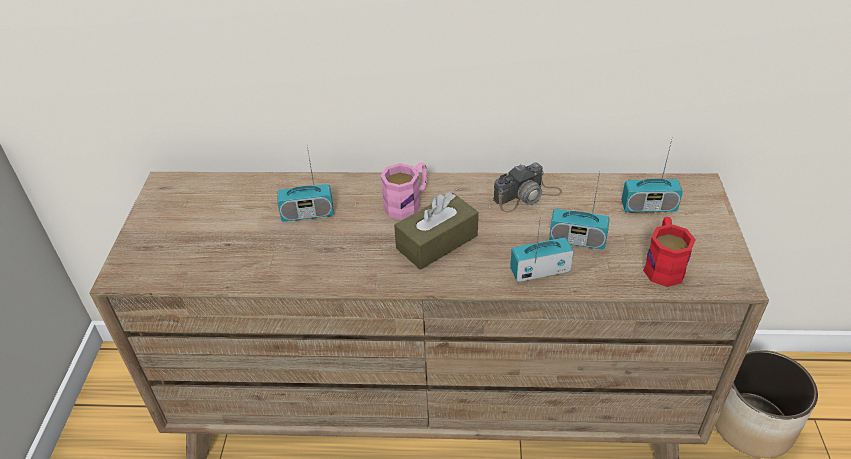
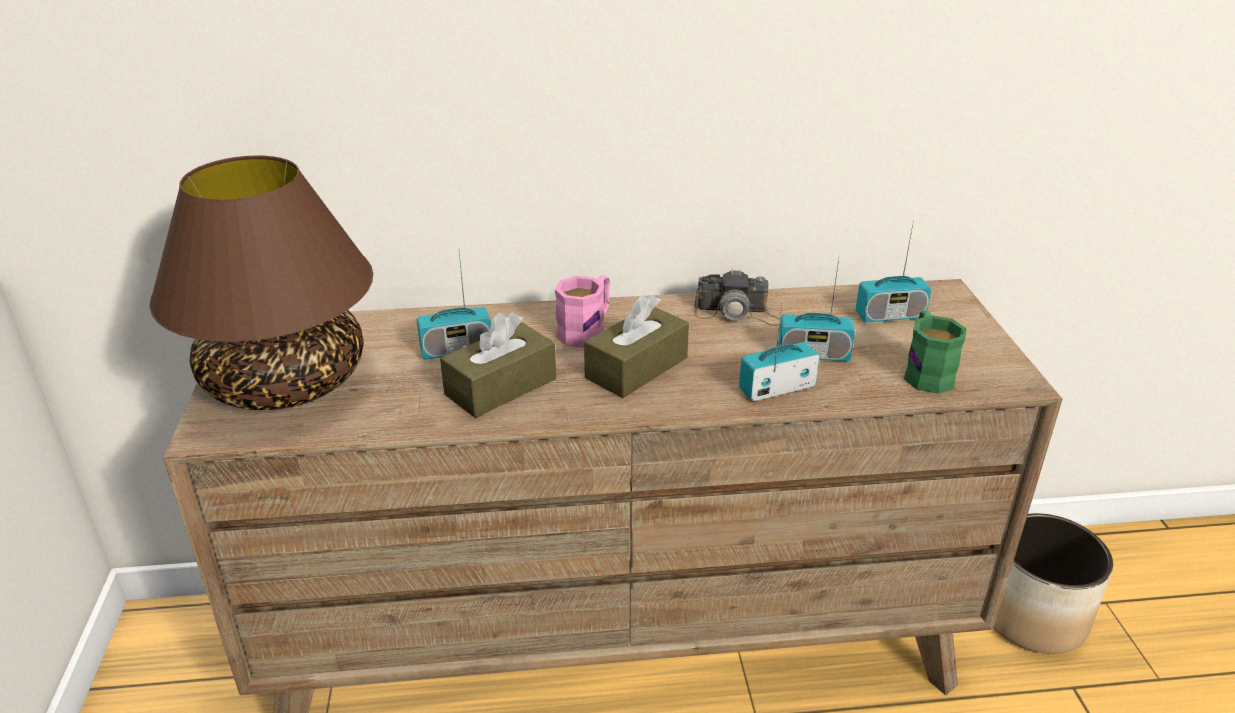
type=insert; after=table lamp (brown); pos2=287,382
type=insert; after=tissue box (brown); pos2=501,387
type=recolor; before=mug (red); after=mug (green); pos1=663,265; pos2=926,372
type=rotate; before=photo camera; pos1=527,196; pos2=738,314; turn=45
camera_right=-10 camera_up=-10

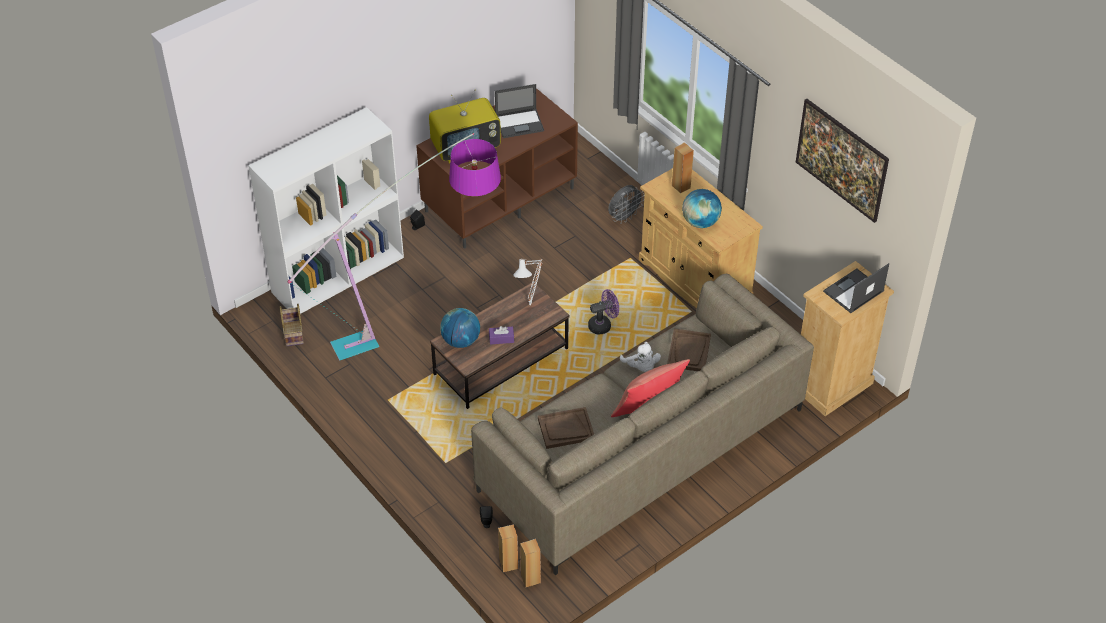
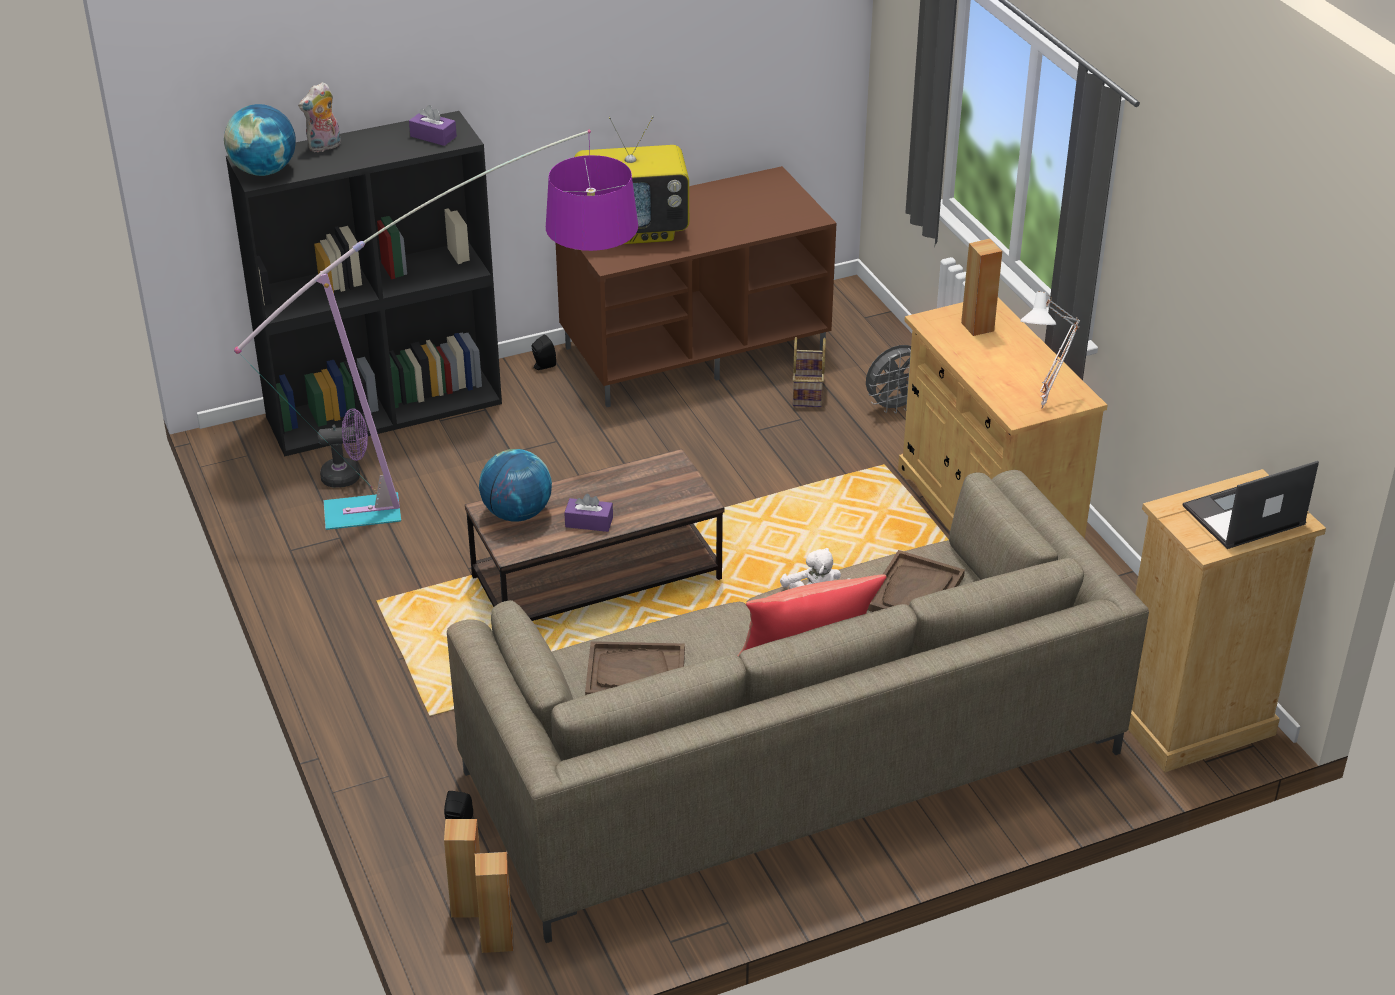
type=delete; before=laptop; pos1=520,123
type=delete; before=picture; pos1=839,175
type=insert; after=plush toy; pos2=324,147
type=insert; after=tissue box (purple); pos2=433,136
type=move; before=basket; pos1=294,334; pos2=808,392
type=move; before=table lamp (white); pos1=531,306; pos2=1045,408
type=move; before=fan (purple); pos1=603,325; pos2=348,476
type=move; before=globe; pos1=700,222; pos2=264,171
type=recolor; before=bookcase (white); after=bookcase (black); pos1=338,273; pos2=385,409
camera_right=15 camera_up=-10

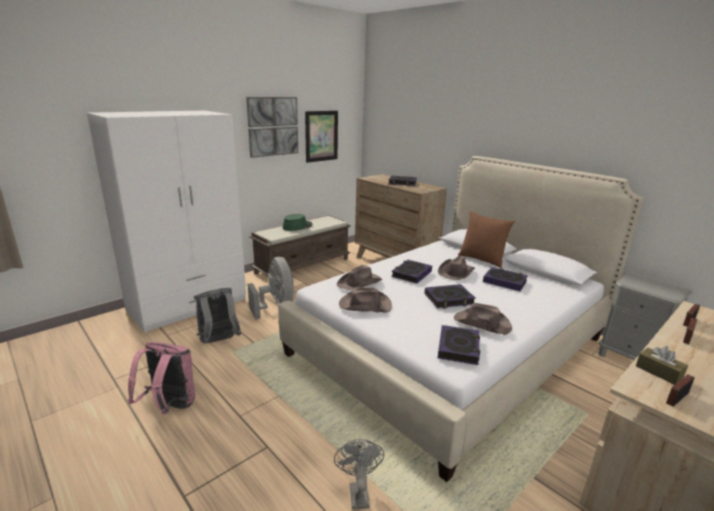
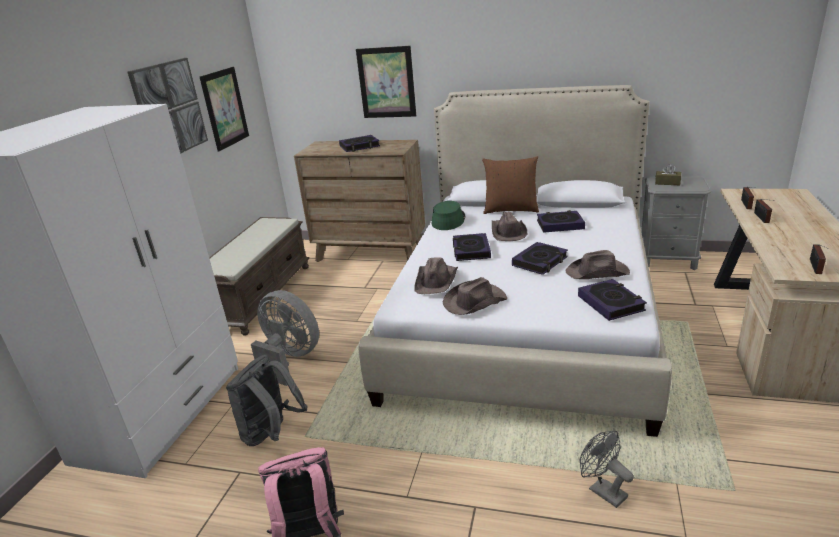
type=insert; after=picture; pos2=386,82
type=move; before=hat (green); pos1=297,226; pos2=448,220
type=move; before=tissue box (brown); pos1=658,372; pos2=667,183
camera_right=-30 camera_up=5

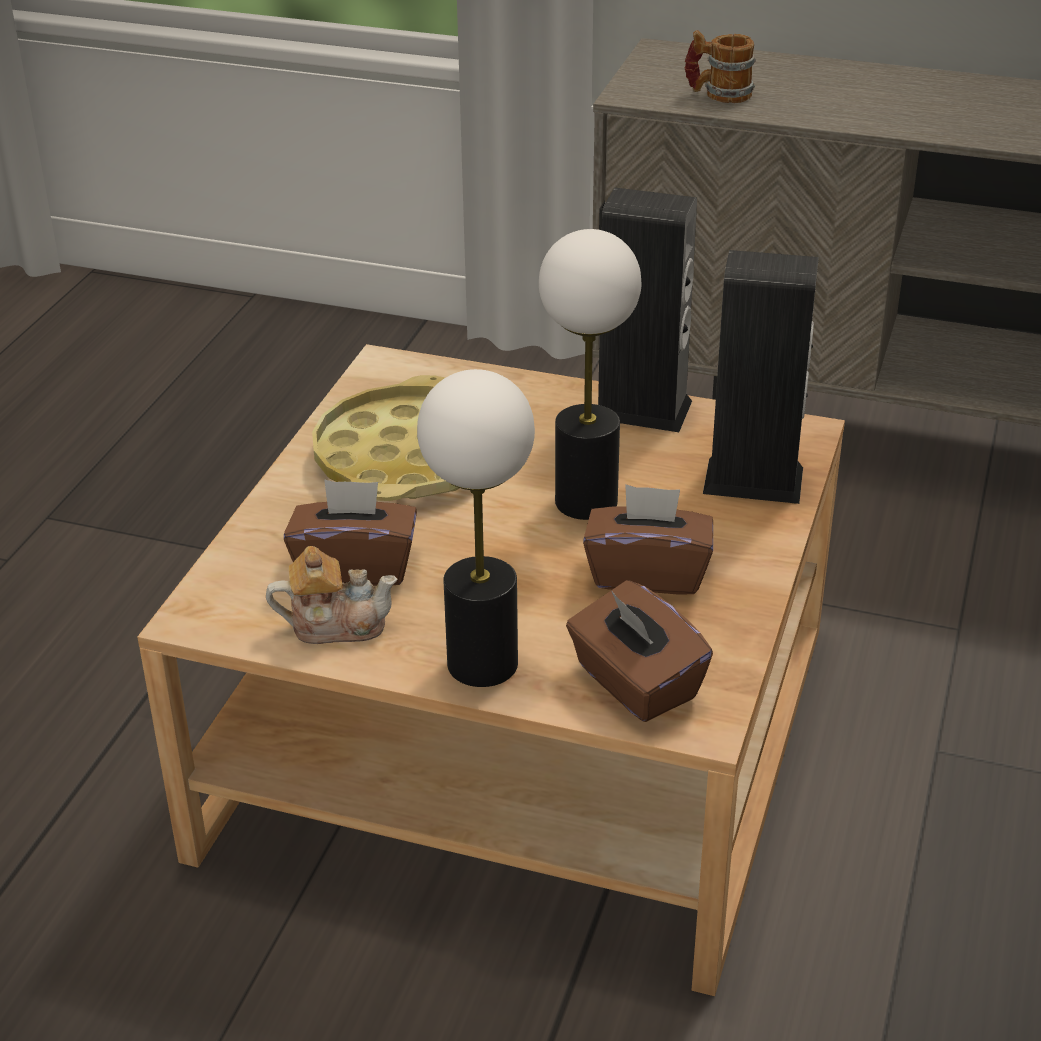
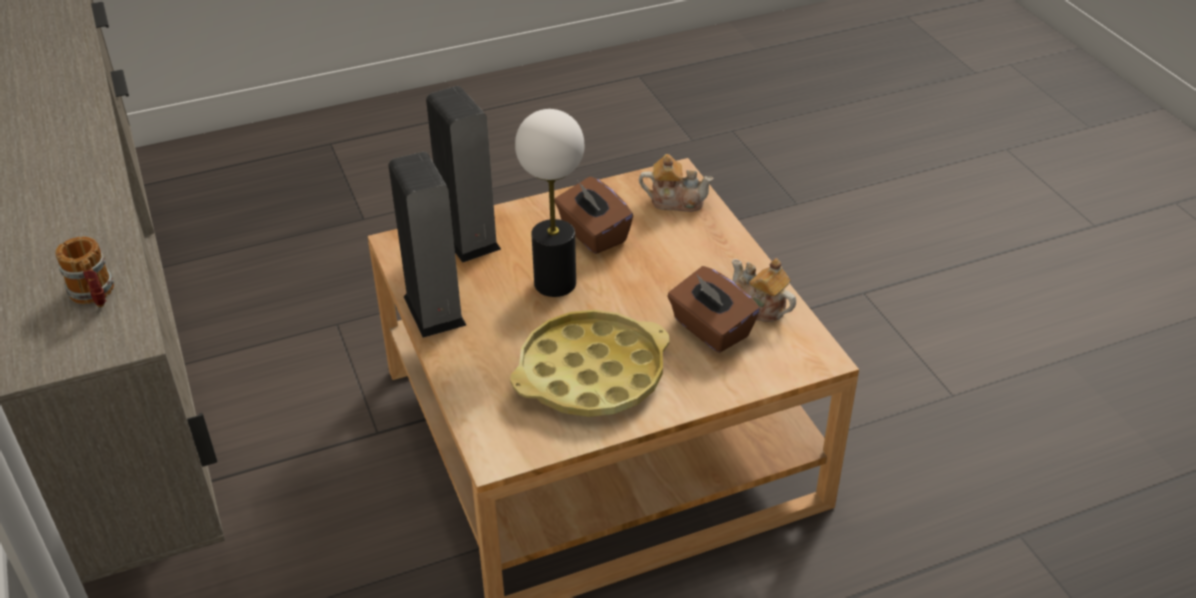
type=delete; before=table lamp; pos1=482,664
type=replace; before=tissue box (brown); after=teapot; pos1=635,683; pos2=675,201
camera_right=-130 camera_up=5

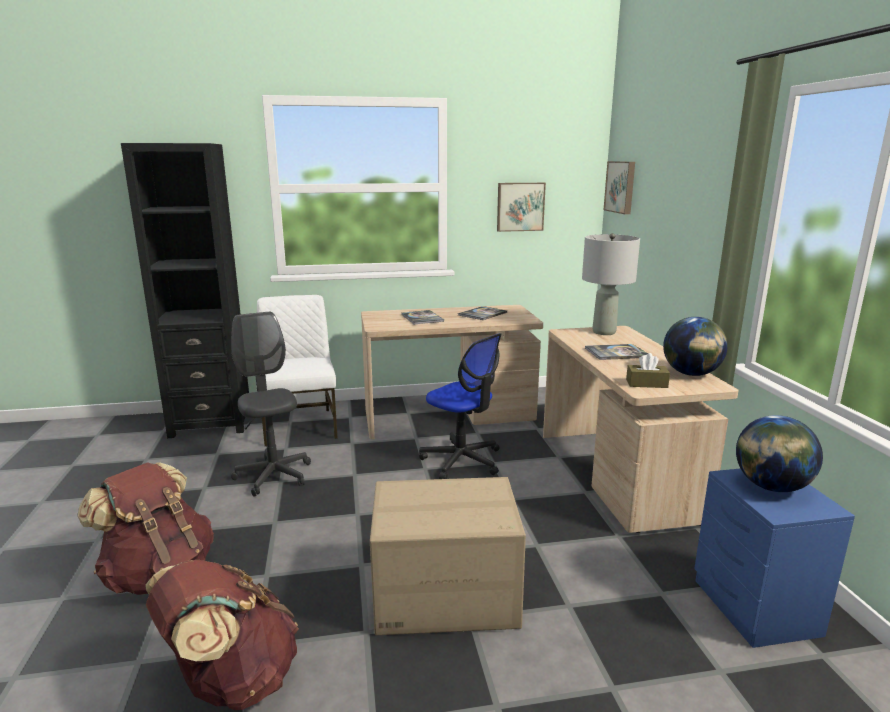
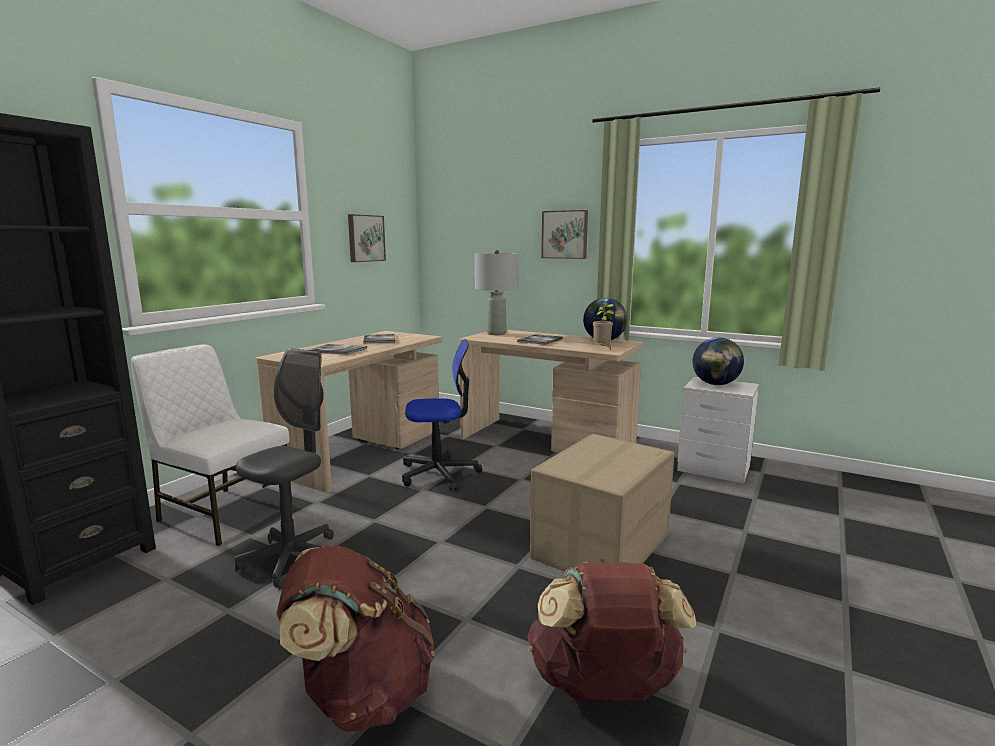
type=move; before=picture; pos1=621,187; pos2=565,234
type=replace; before=tissue box (brown); after=potted plant; pos1=646,384; pos2=602,348
type=recolor; before=nightstand (blue); after=nightstand (white); pos1=755,609; pos2=715,469
type=rotate; before=office chair (grey); pos1=273,476; pos2=292,560; turn=105
camera_right=-50 camera_up=-5

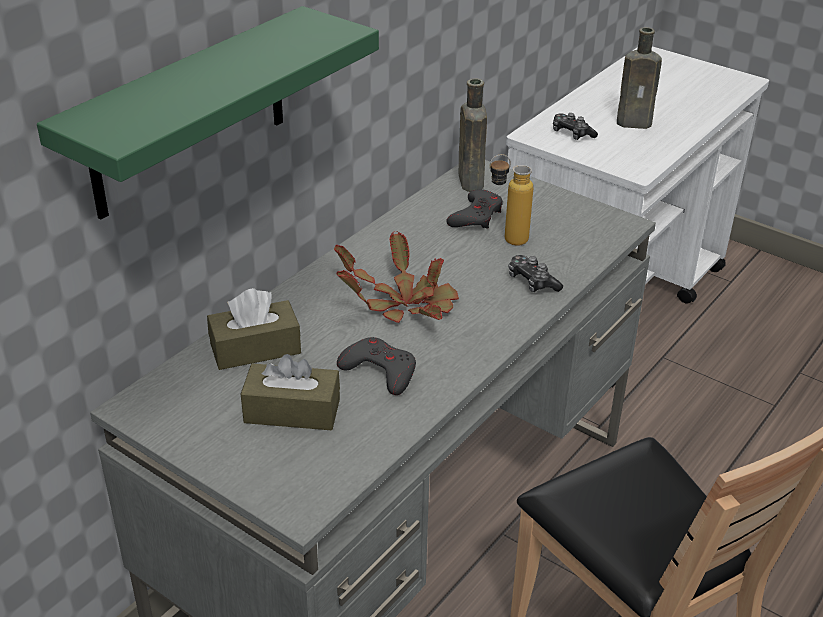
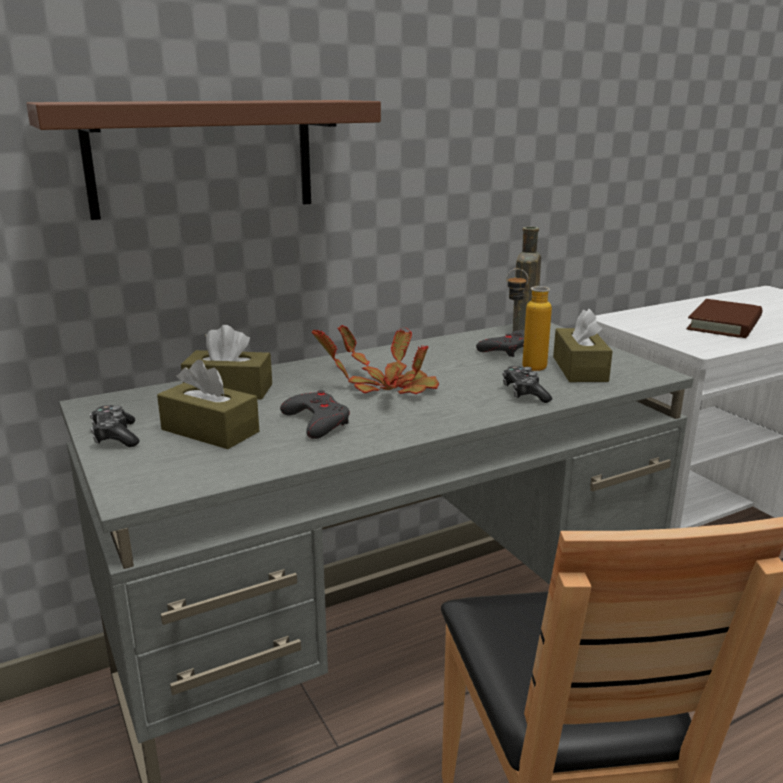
type=insert; after=tissue box (brown); pos2=579,369
type=move; before=game controller; pos1=572,134; pos2=115,436
type=replace; before=bottle (brown); after=book (brown); pos1=636,123; pos2=724,324
type=recolor; before=shelf (green); after=shelf (brown); pos1=189,113; pos2=202,157
camera_right=25 camera_up=-15

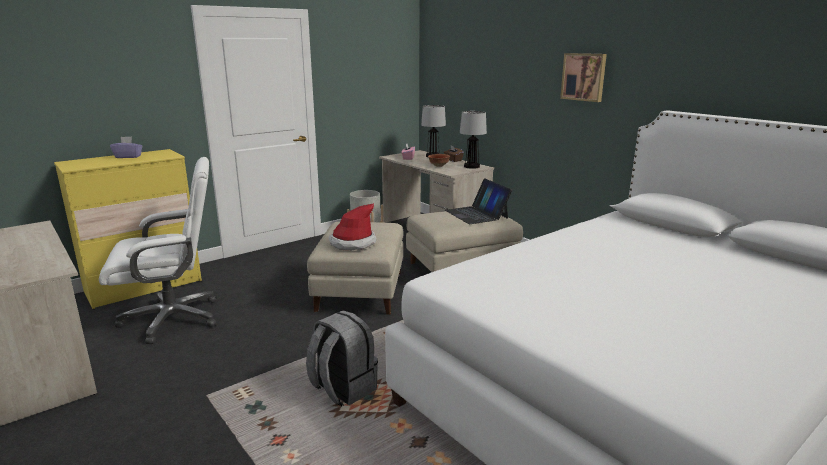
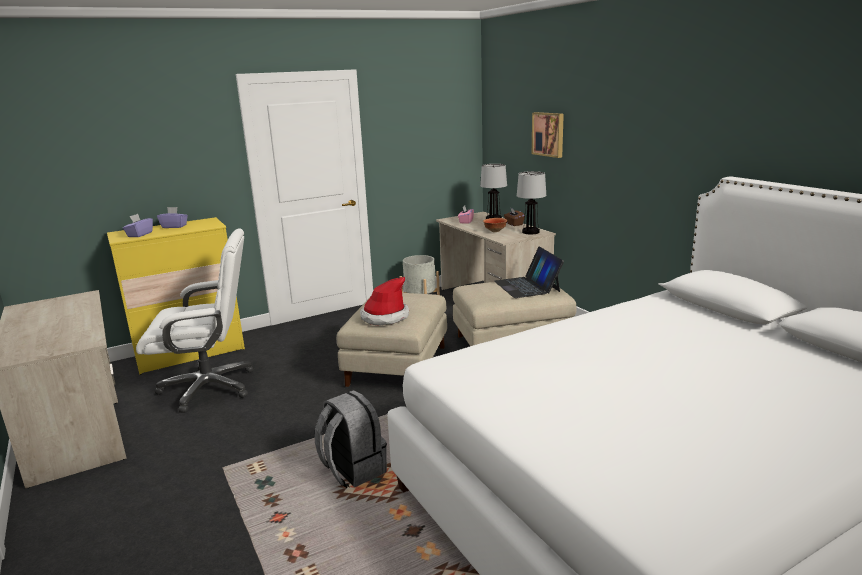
type=insert; after=tissue box (purple); pos2=139,234
type=move; before=picture; pos1=584,77; pos2=549,134
camera_right=10 camera_up=0

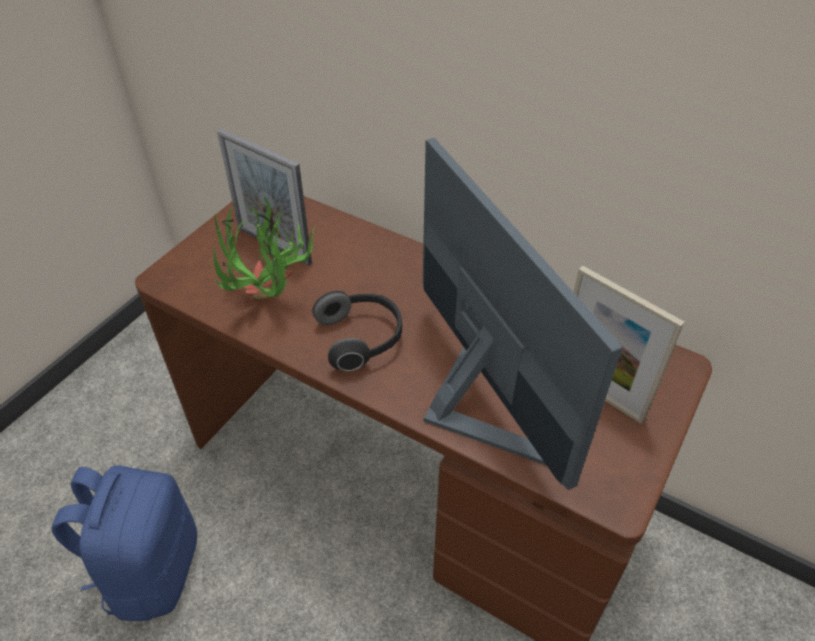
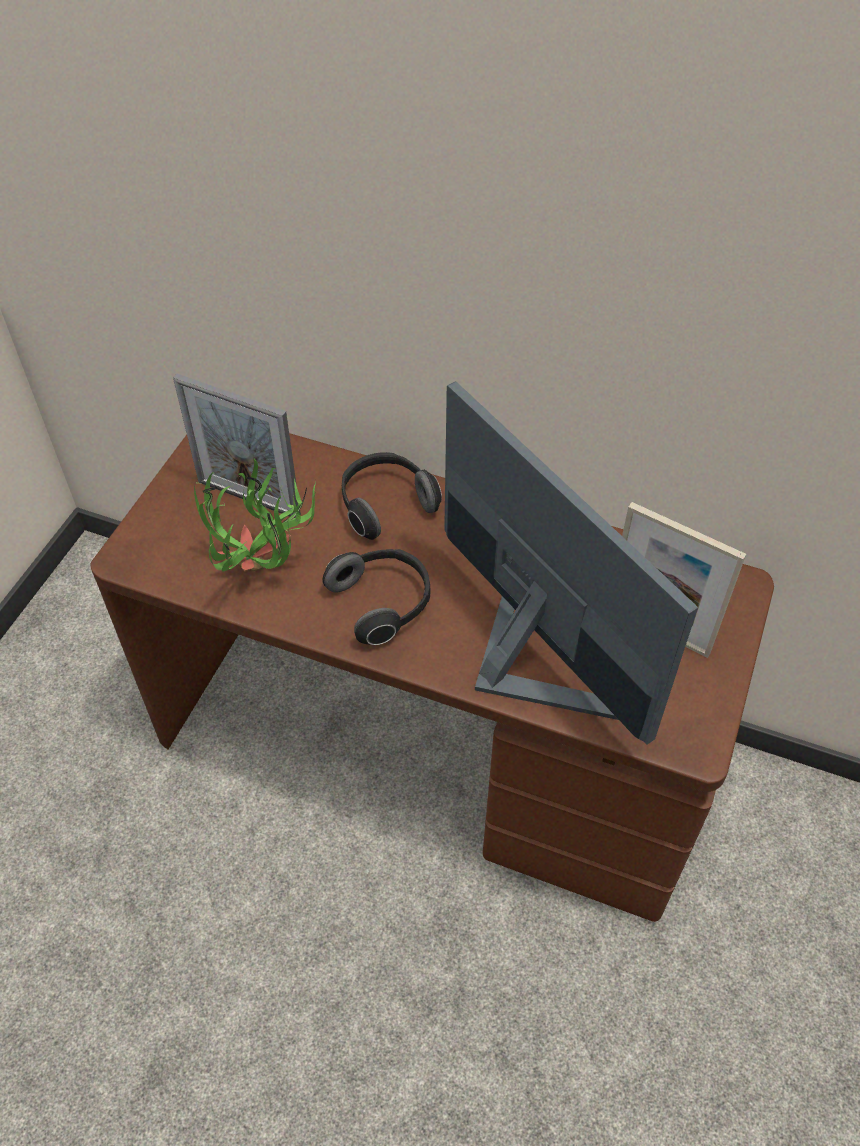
type=delete; before=backpack (blue); pos1=151,570
type=insert; after=headphones; pos2=385,504
camera_right=-10 camera_up=5

